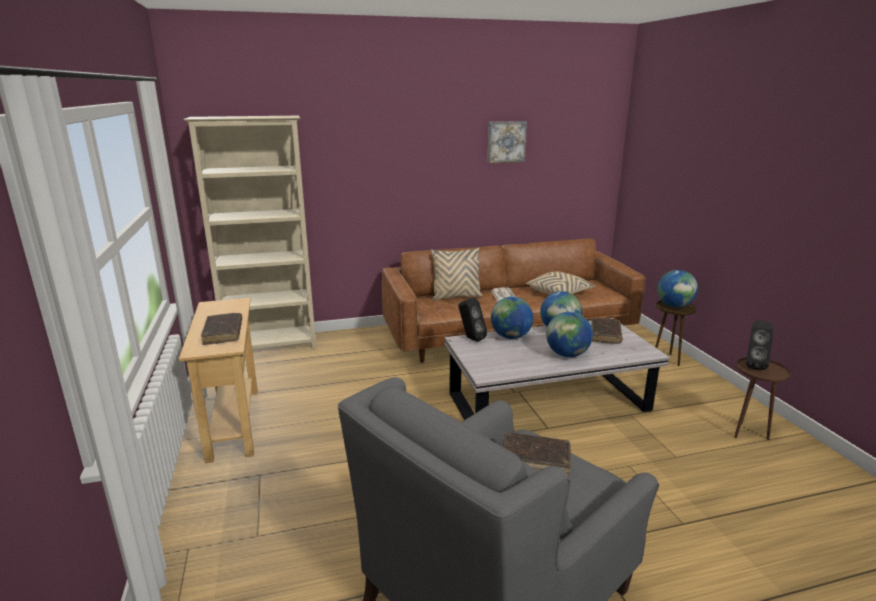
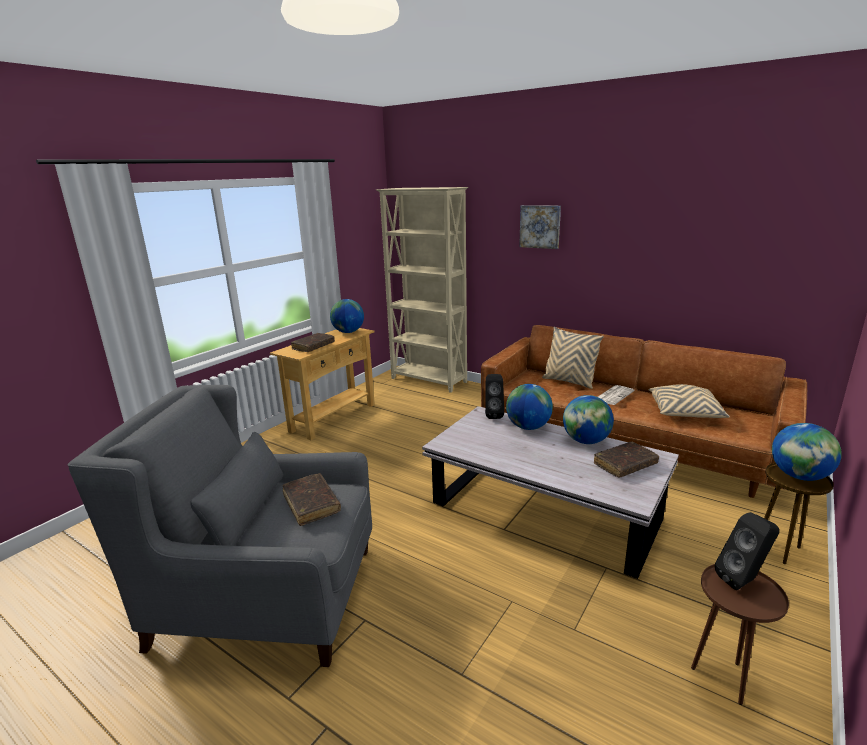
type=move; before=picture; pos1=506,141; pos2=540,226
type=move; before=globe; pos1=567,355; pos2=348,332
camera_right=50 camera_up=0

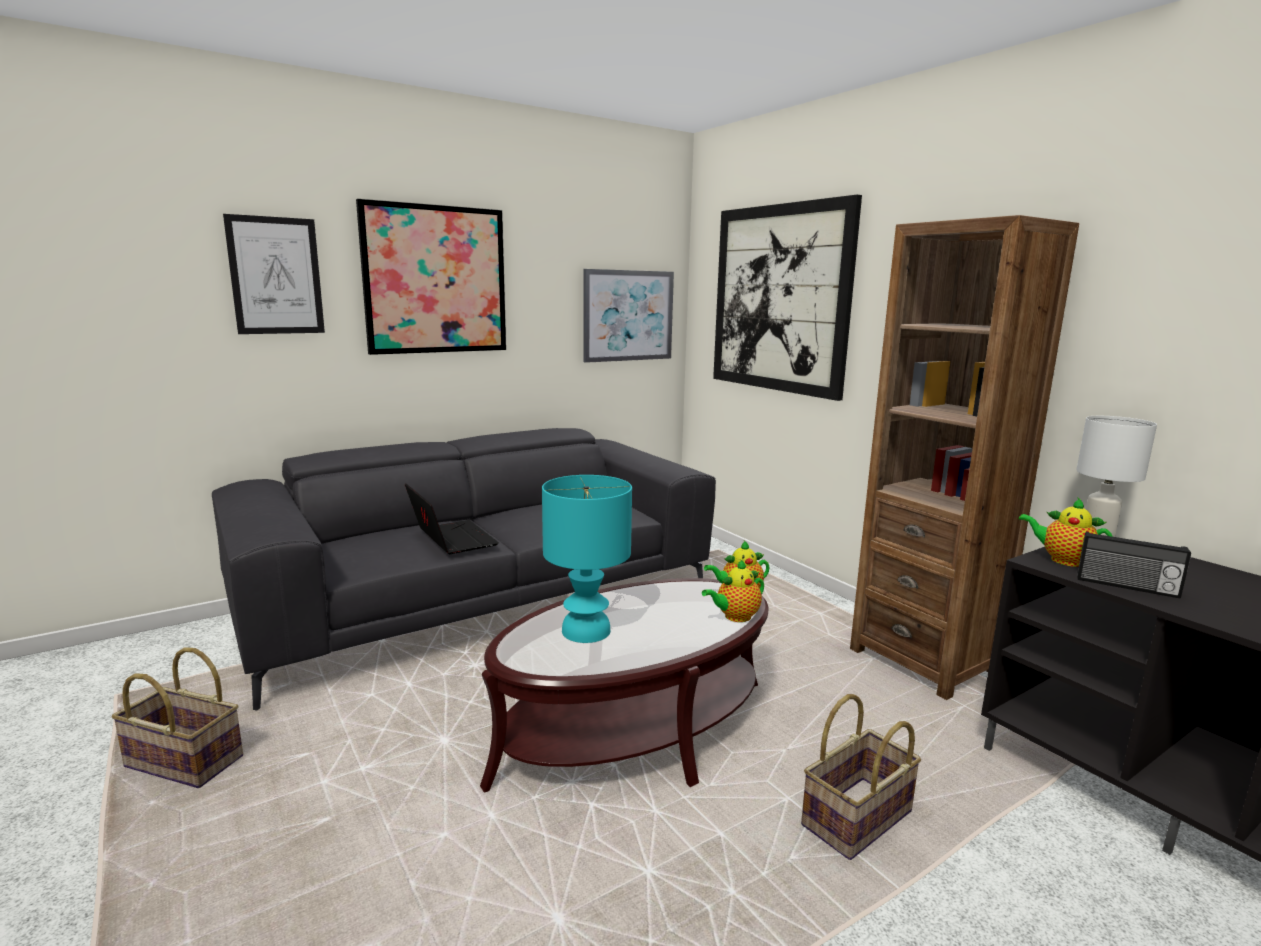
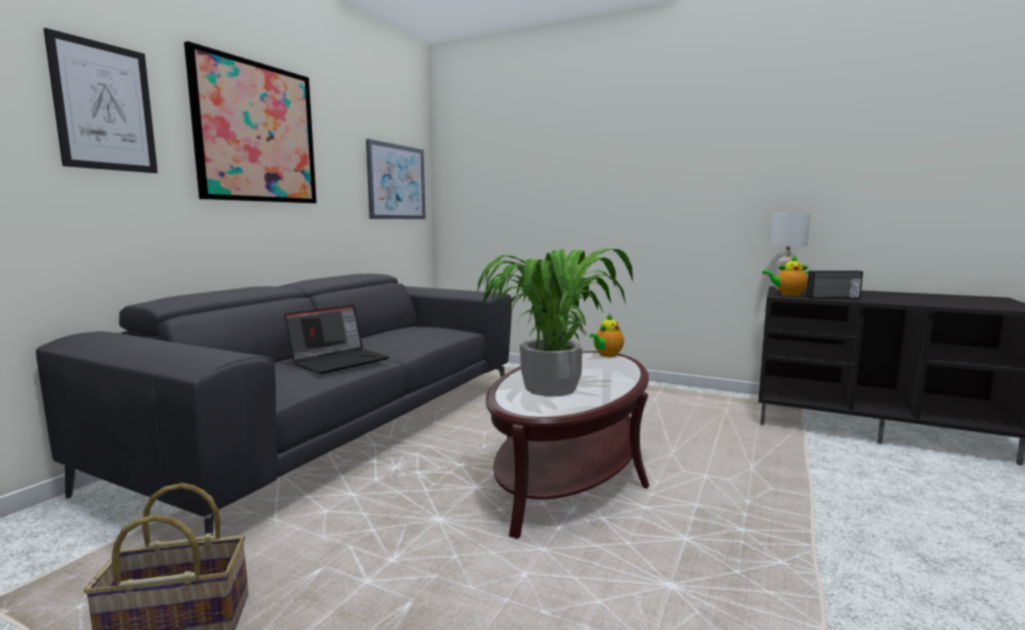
type=delete; before=teapot; pos1=735,617
type=delete; before=picture; pos1=780,299
type=delete; before=basket; pos1=858,820
type=delete; before=bookcase (brown); pos1=924,661
type=replace; before=table lamp (turquoise); after=potted plant; pos1=587,630; pos2=550,388
type=rotate; before=laptop; pos1=450,539; pos2=340,361; turn=105
camera_right=-30 camera_up=-5

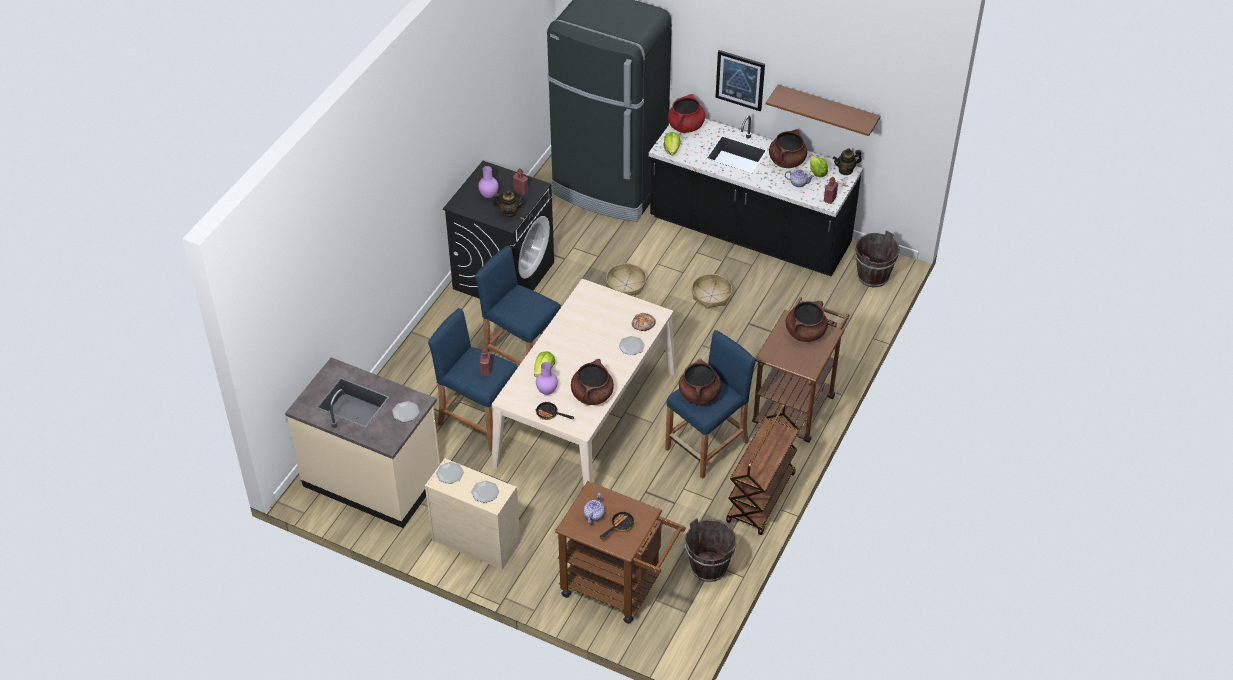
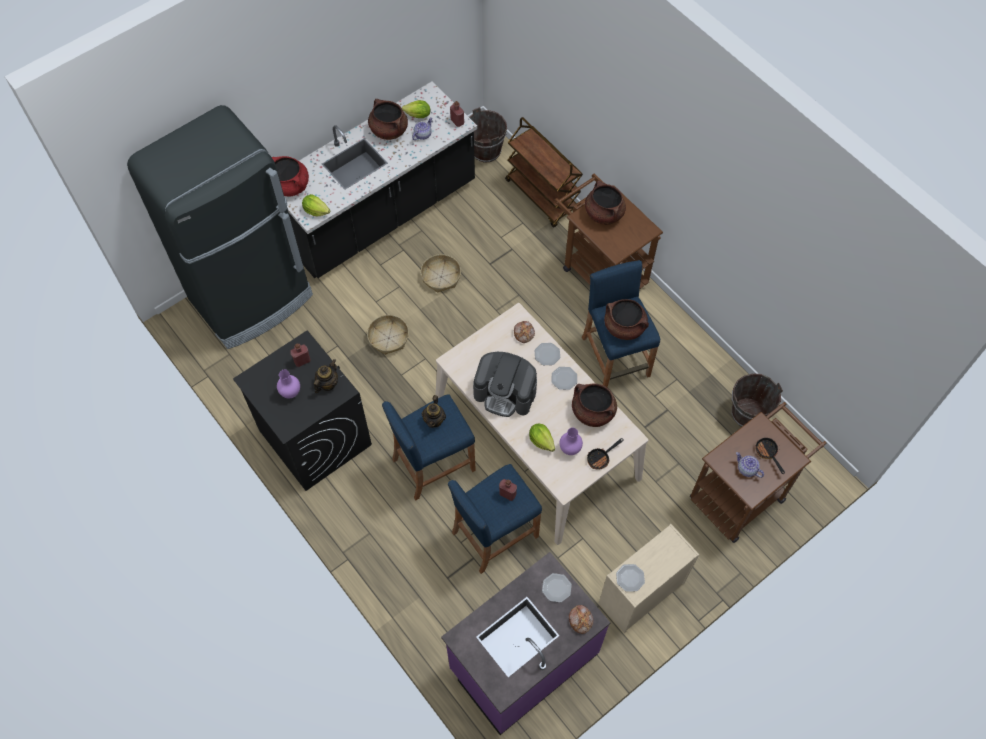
type=delete; before=picture; pos1=740,80
type=delete; before=shelf (brown); pos1=827,110
type=insert; after=coffee machine; pos2=505,393
type=insert; after=bread; pos2=581,620
type=move; before=plate; pos1=485,492; pos2=564,379
type=move; before=cart (brown); pos1=761,498; pos2=542,196
type=move; before=teapot; pos1=845,170; pos2=434,420
type=recolor; before=counter (beige); after=counter (purple); pos1=373,479; pos2=522,661
camera_right=-65 camera_up=15

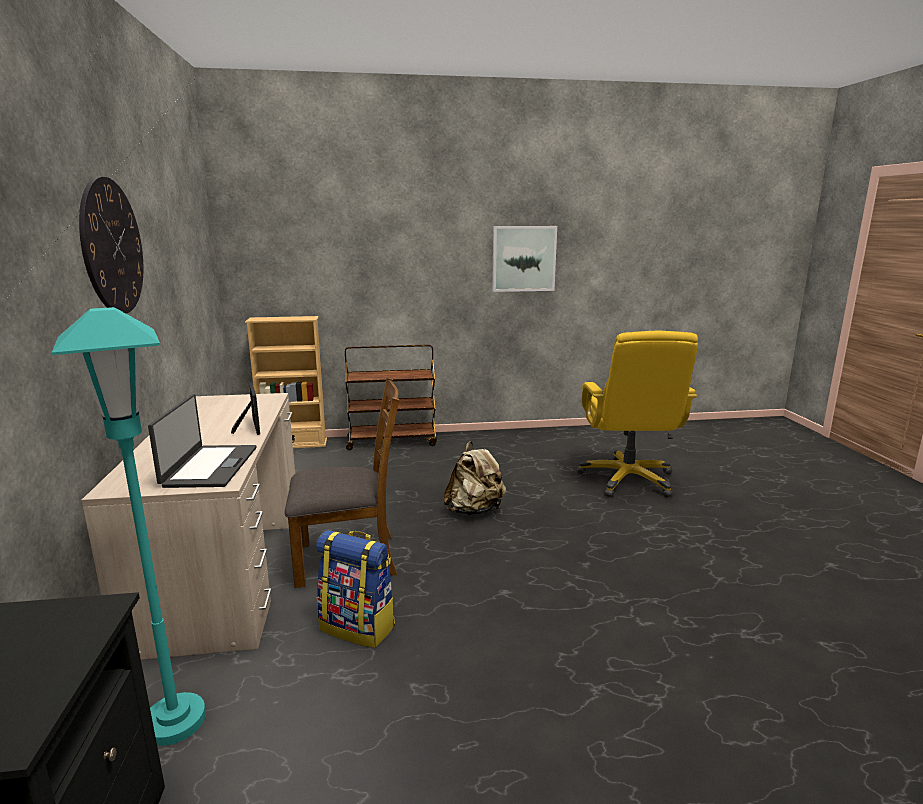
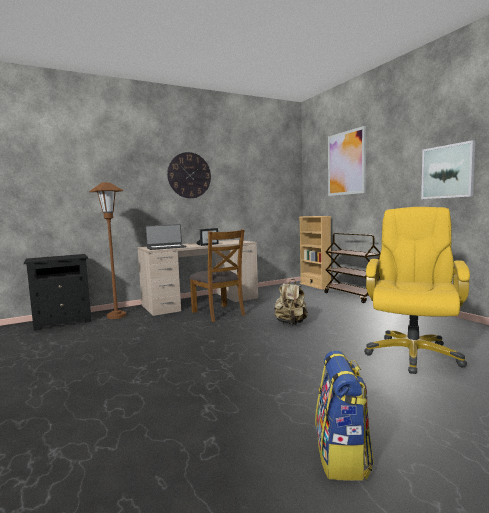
type=insert; after=picture; pos2=346,163
type=move; before=backpack; pos1=358,627; pos2=343,457
type=recolor; before=floor lamp (turquoise); after=floor lamp (brown); pos1=174,721; pos2=116,316
type=rotate; before=office chair (yellow); pos1=628,479; pos2=412,354; turn=135
camera_right=70 camera_up=-10

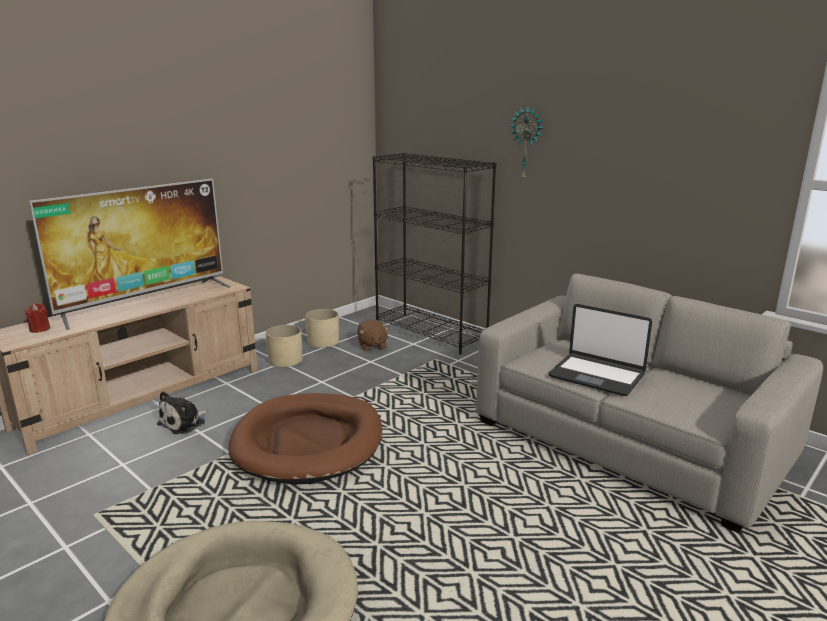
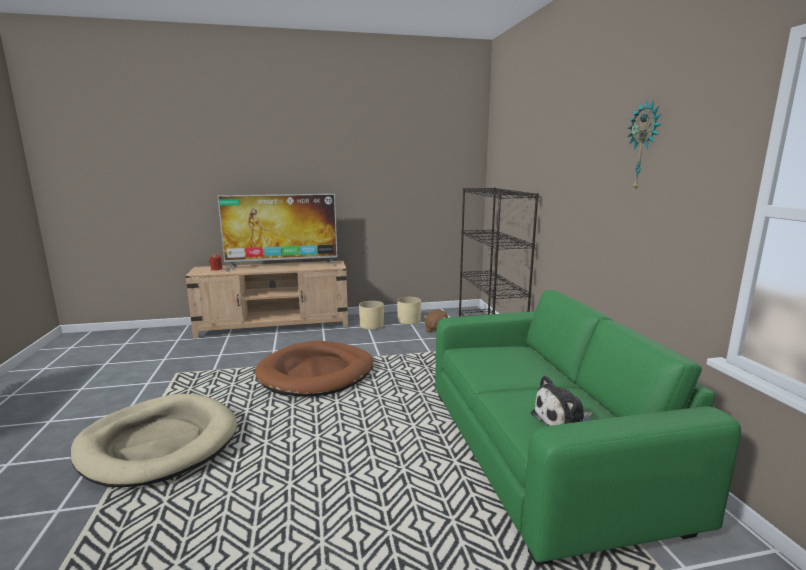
type=delete; before=laptop; pos1=597,375
type=move; before=plush toy; pos1=184,423; pos2=563,422
type=move; before=wall clock; pos1=527,143; pos2=644,146
type=recolor; before=sofa (beige); after=sofa (green); pos1=629,440; pos2=543,451
camera_right=35 camera_up=-5

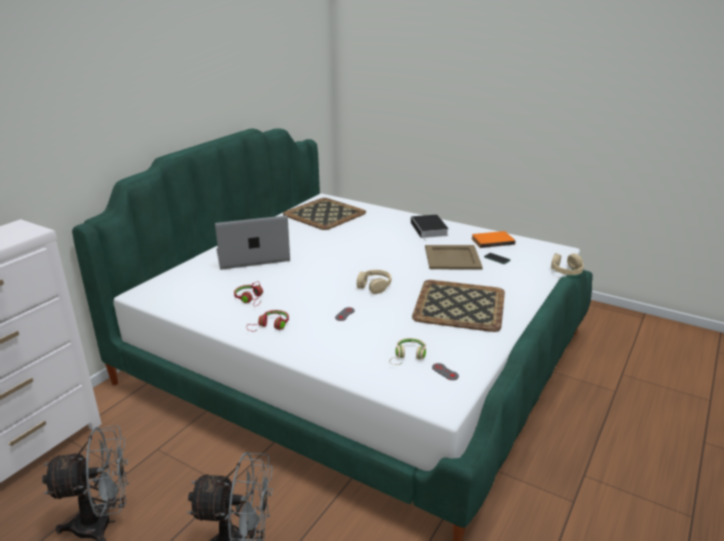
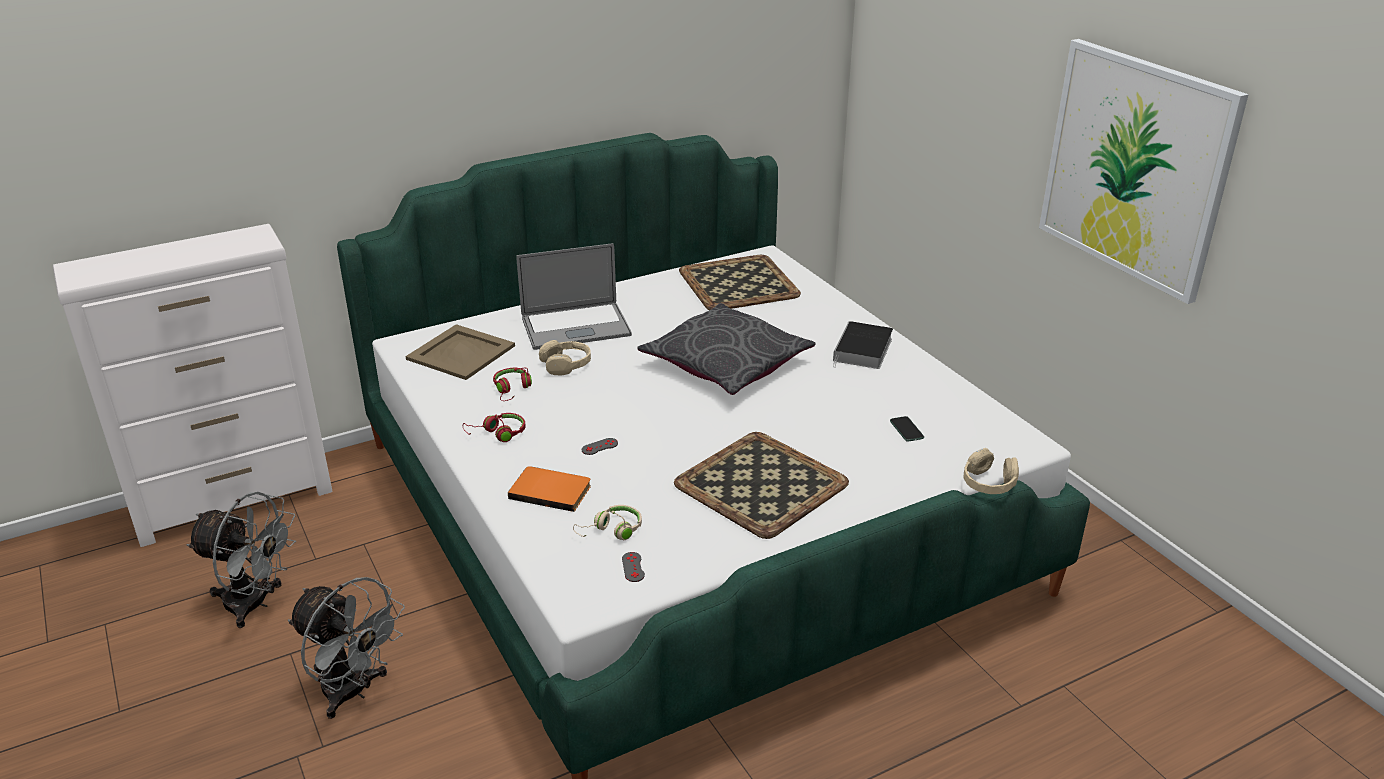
type=insert; after=pillow (grey); pos2=726,363
type=insert; after=picture; pos2=1135,167
type=move; before=headphones (beige); pos1=374,286; pos2=566,365
type=move; before=tray (beige); pos1=452,257; pos2=461,352
type=move; before=book (orange); pos1=492,240; pos2=551,490
type=rotate; before=laptop; pos1=252,256; pos2=576,327; turn=150
camera_right=30 camera_up=5

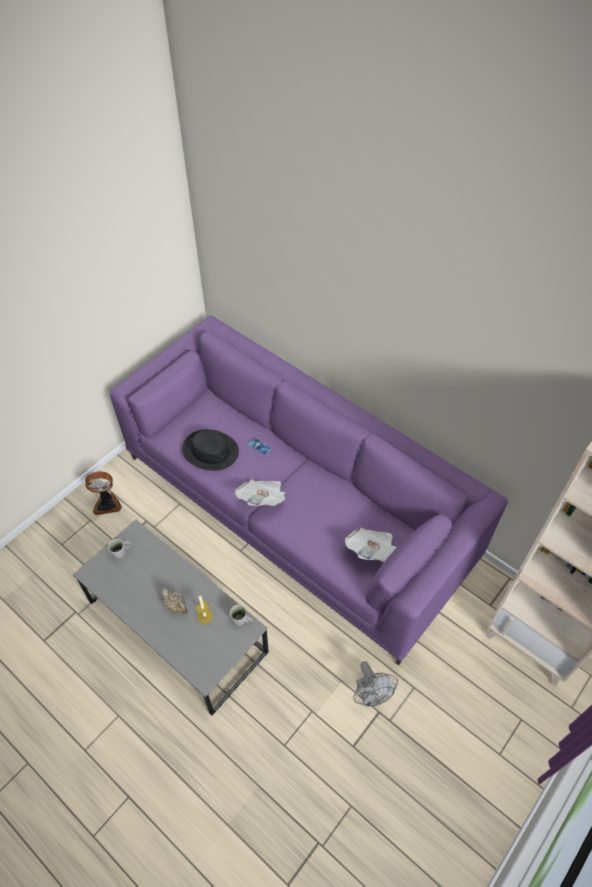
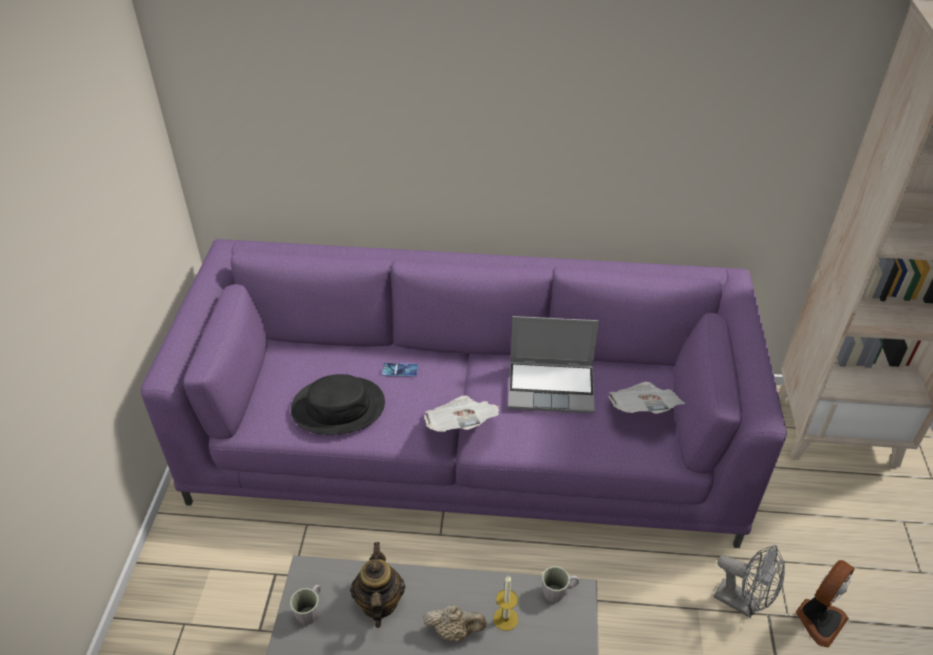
type=insert; after=teapot; pos2=379,603
type=insert; after=laptop; pos2=552,387
type=move; before=fan; pos1=107,503; pos2=818,619
camera_right=-35 camera_up=-10

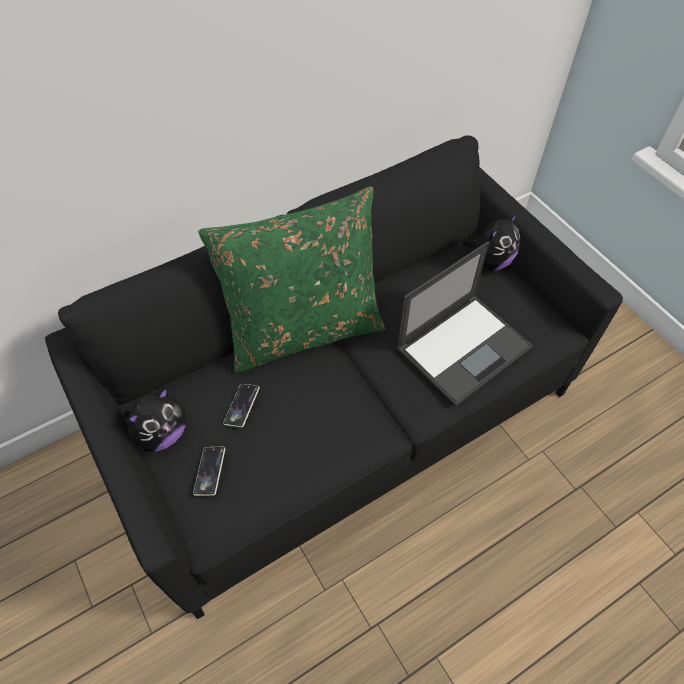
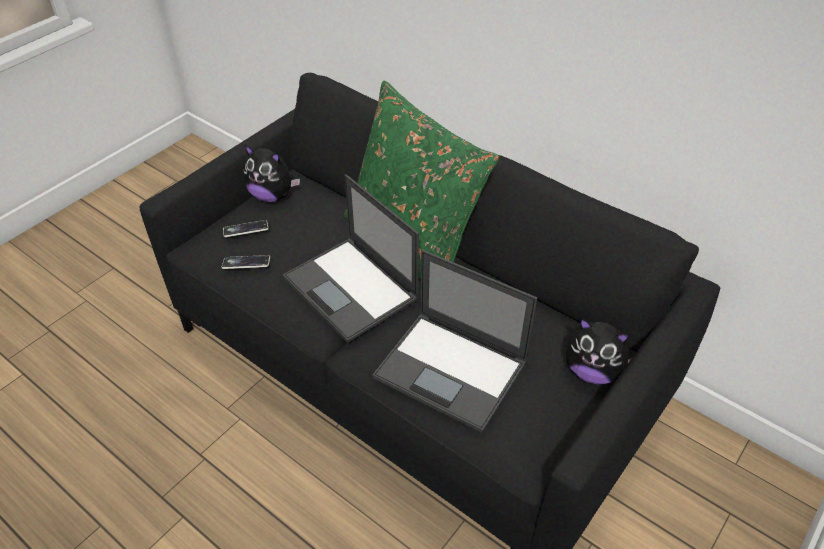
type=insert; after=laptop; pos2=352,289
type=move; before=phone; pos1=242,406; pos2=246,264
camera_right=70 camera_up=-10

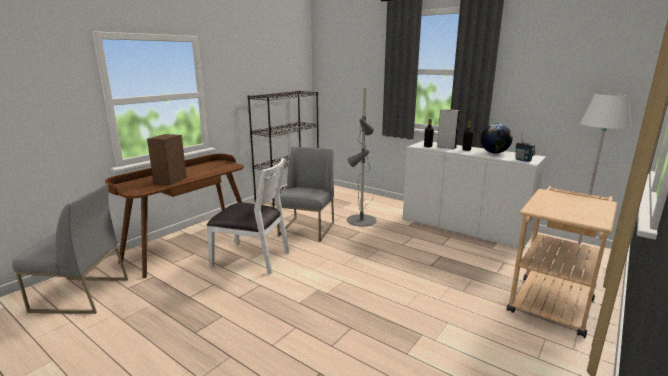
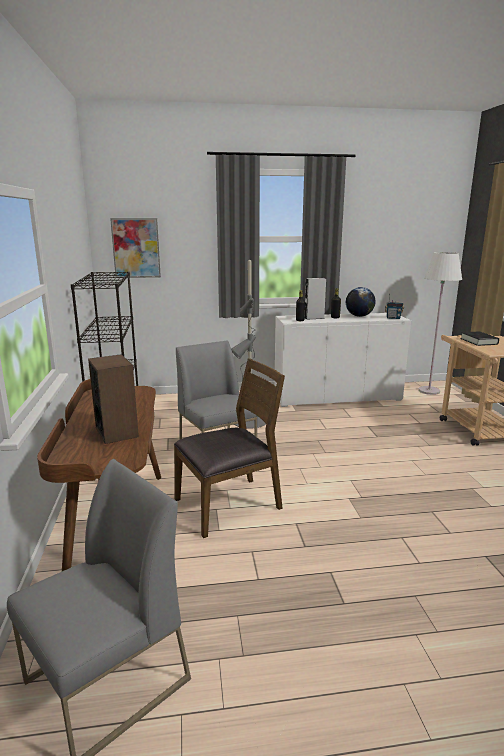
type=insert; after=picture; pos2=136,248
type=insert; after=book (black); pos2=478,341
type=recolor; before=chair (white); after=chair (brown); pos1=252,258; pos2=229,504
camera_right=-45 camera_up=0

